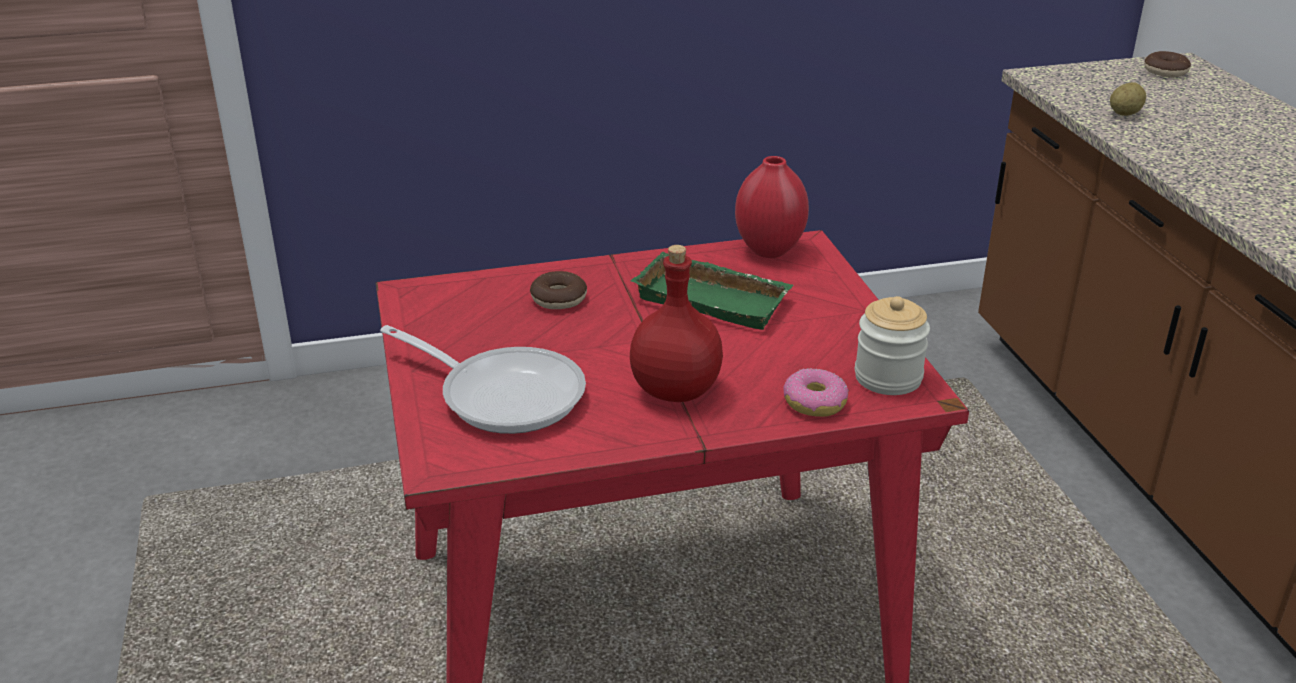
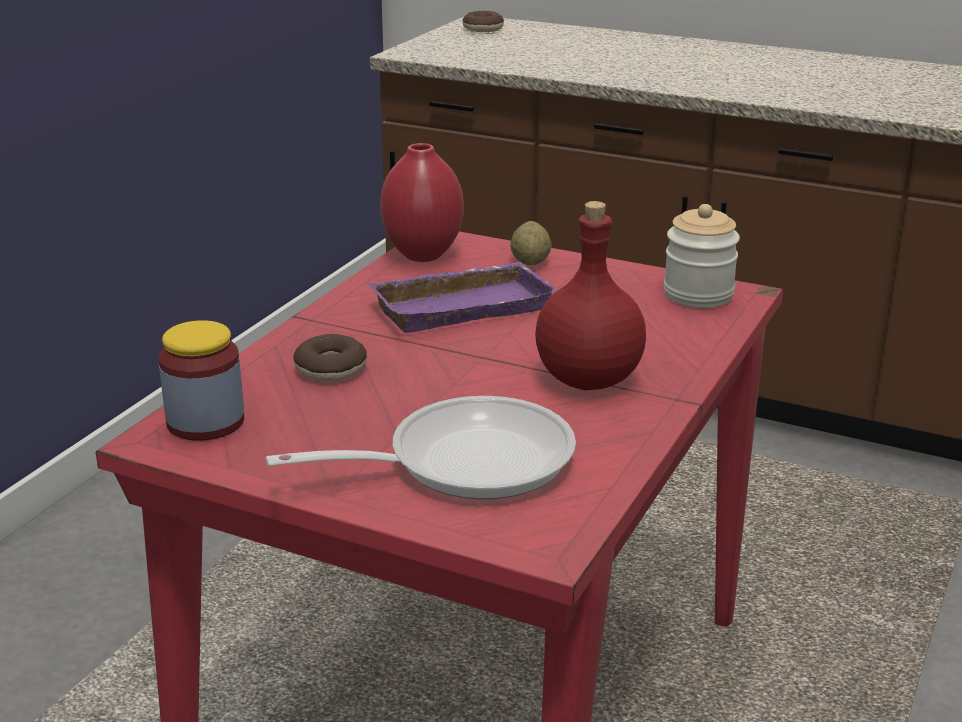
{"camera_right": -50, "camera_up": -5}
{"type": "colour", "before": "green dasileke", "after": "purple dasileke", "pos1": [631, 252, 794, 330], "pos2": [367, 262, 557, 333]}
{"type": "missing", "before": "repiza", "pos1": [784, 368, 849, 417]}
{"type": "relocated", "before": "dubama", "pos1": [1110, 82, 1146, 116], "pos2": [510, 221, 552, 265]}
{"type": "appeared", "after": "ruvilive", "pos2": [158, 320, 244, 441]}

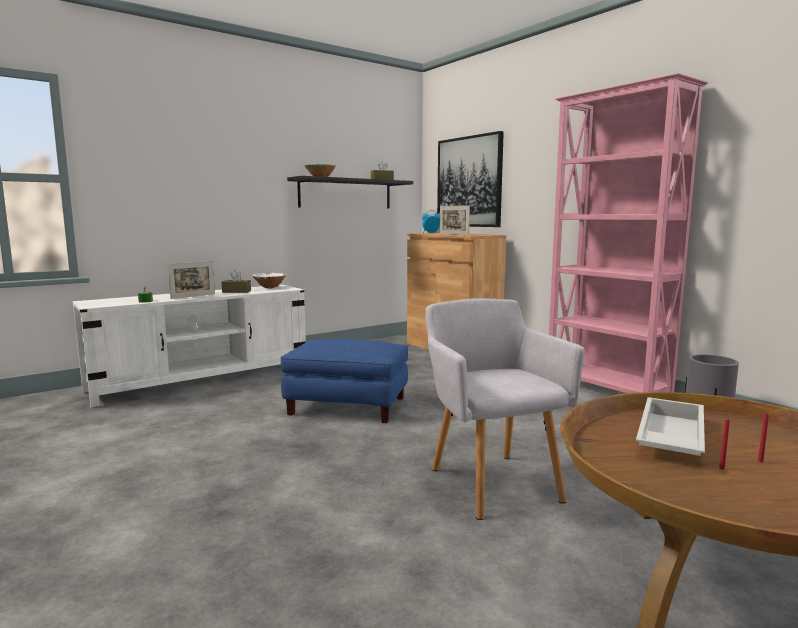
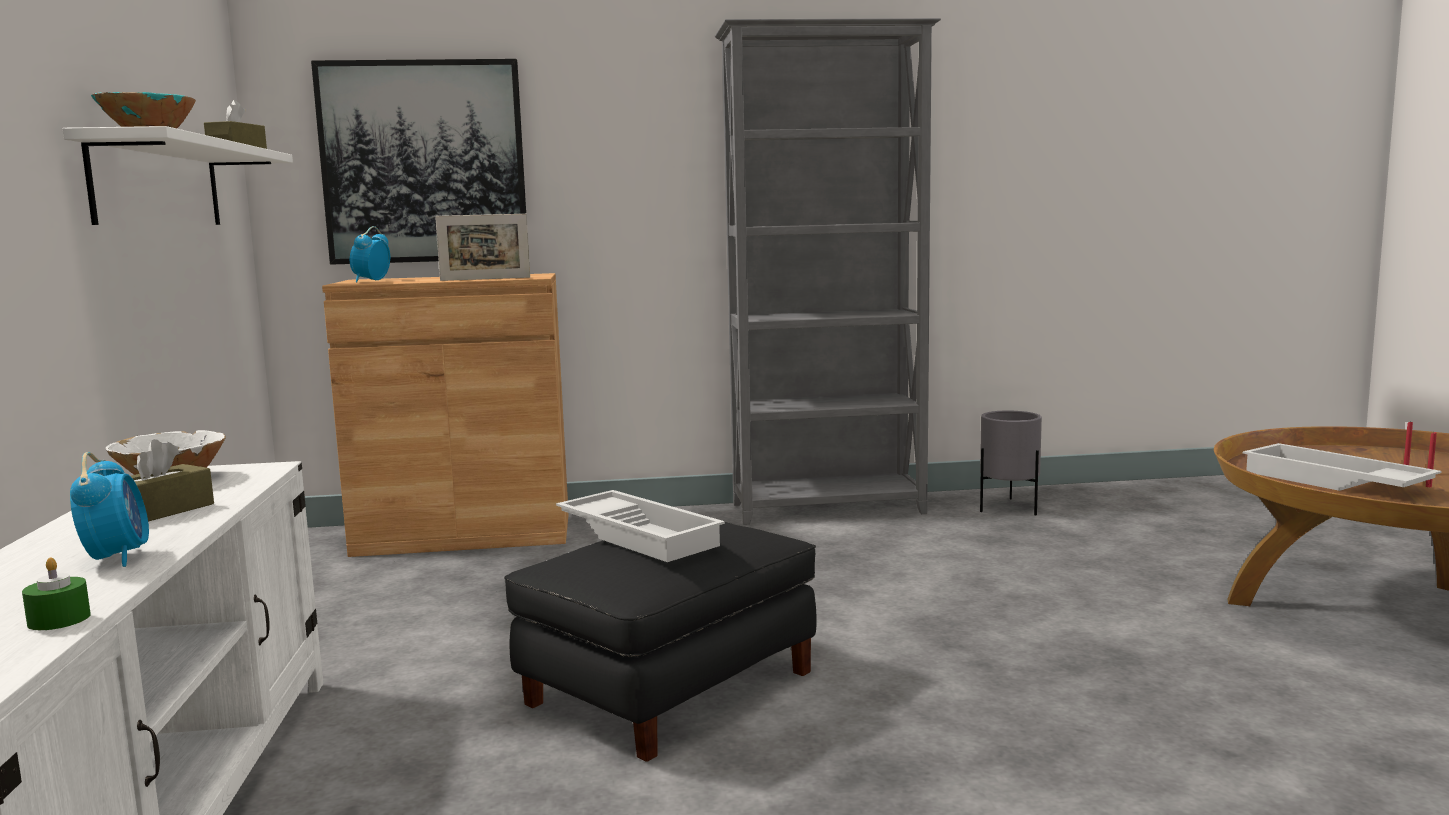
{"camera_right": -60, "camera_up": 0}
{"type": "exchanged", "before": "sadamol", "after": "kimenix", "pos1": [168, 261, 215, 299], "pos2": [70, 452, 149, 567]}
{"type": "colour", "before": "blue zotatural", "after": "black zotatural", "pos1": [280, 339, 408, 423], "pos2": [504, 522, 817, 762]}
{"type": "colour", "before": "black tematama", "after": "white tematama", "pos1": [287, 176, 413, 208], "pos2": [63, 126, 293, 225]}
{"type": "missing", "before": "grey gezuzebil", "pos1": [425, 298, 585, 520]}
{"type": "colour", "before": "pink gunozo", "after": "grey gunozo", "pos1": [549, 73, 708, 393], "pos2": [715, 18, 941, 525]}
{"type": "appeared", "after": "white dasileke", "pos2": [556, 490, 725, 562]}

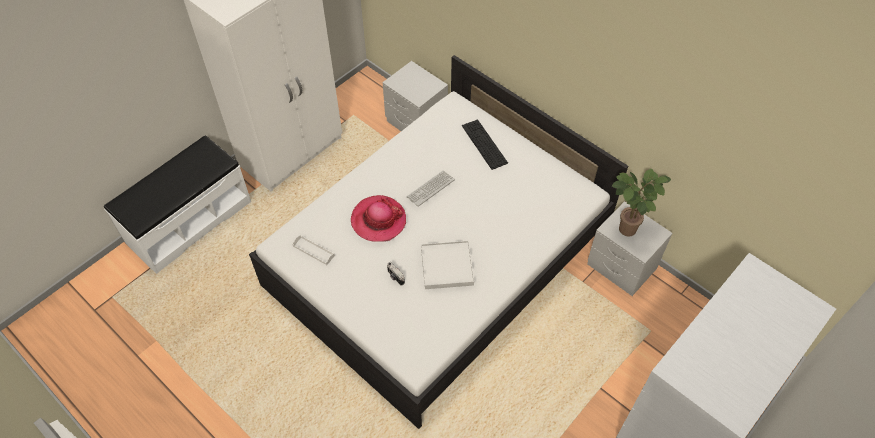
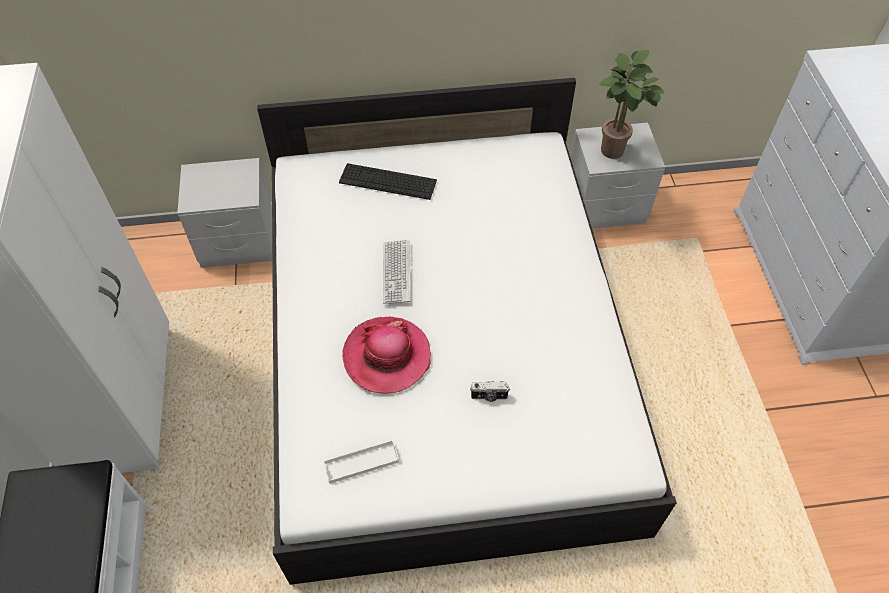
{"camera_right": -50, "camera_up": 0}
{"type": "missing", "before": "white dasileke", "pos1": [421, 241, 474, 289]}

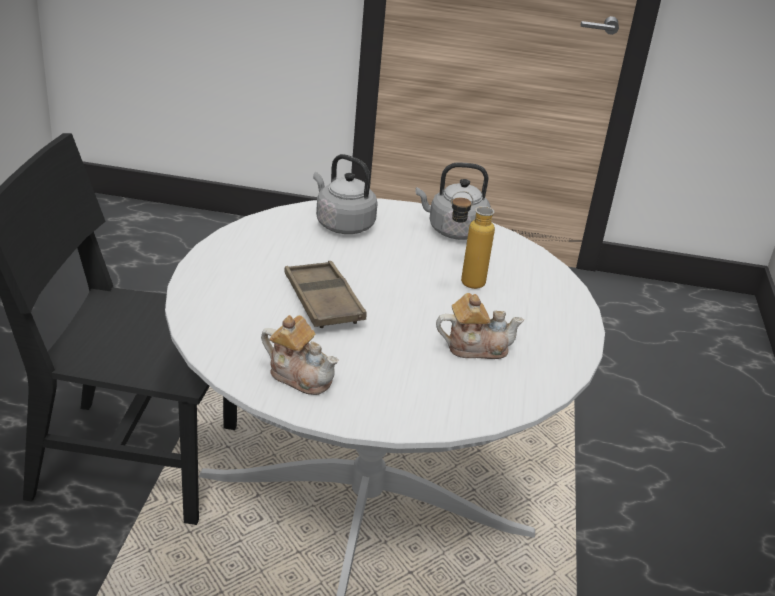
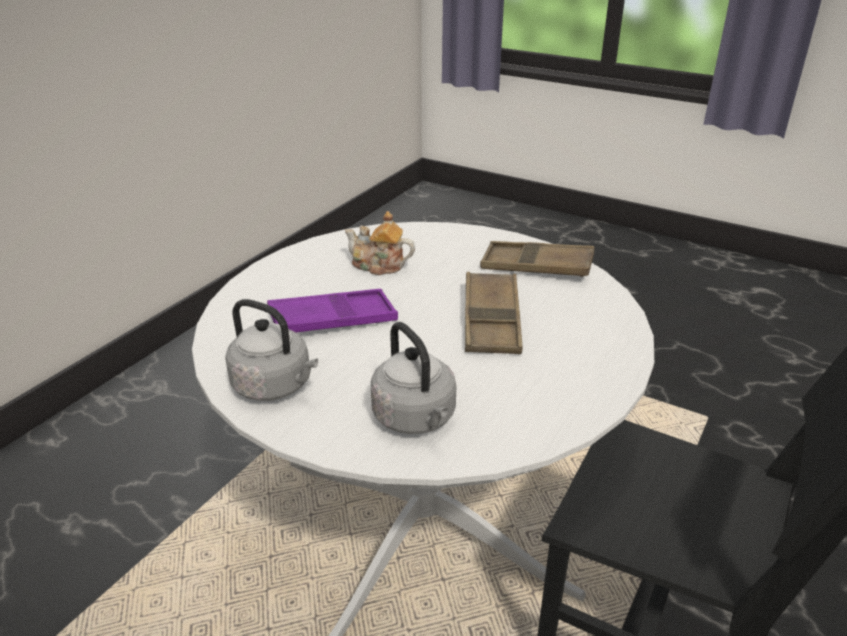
{"camera_right": -155, "camera_up": 0}
{"type": "exchanged", "before": "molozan", "after": "brown dasileke", "pos1": [261, 315, 339, 395], "pos2": [480, 241, 595, 277]}
{"type": "exchanged", "before": "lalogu", "after": "purple dasileke", "pos1": [451, 191, 495, 289], "pos2": [267, 289, 398, 332]}

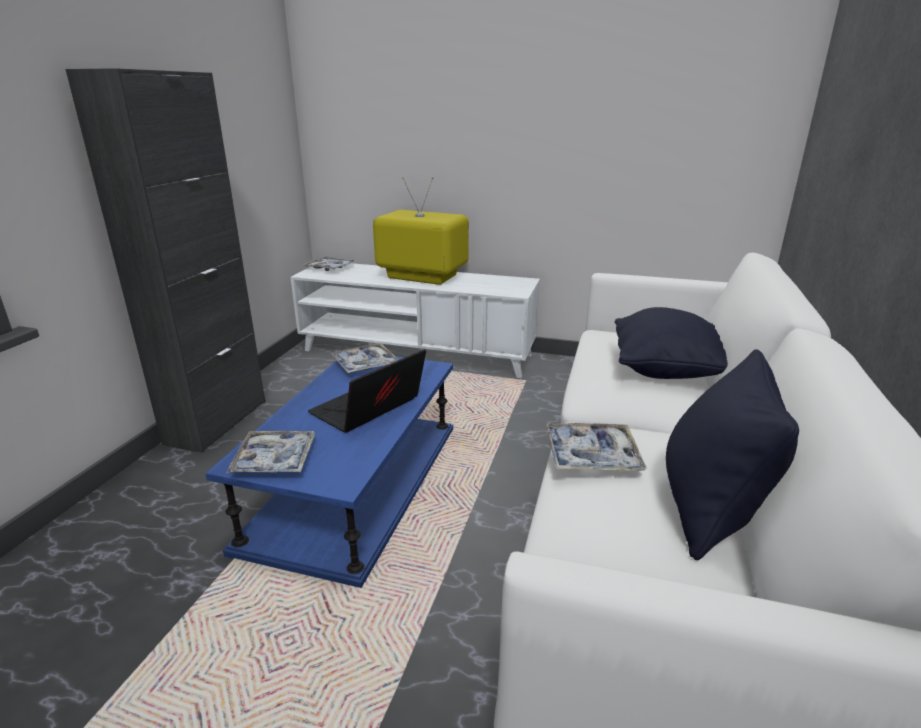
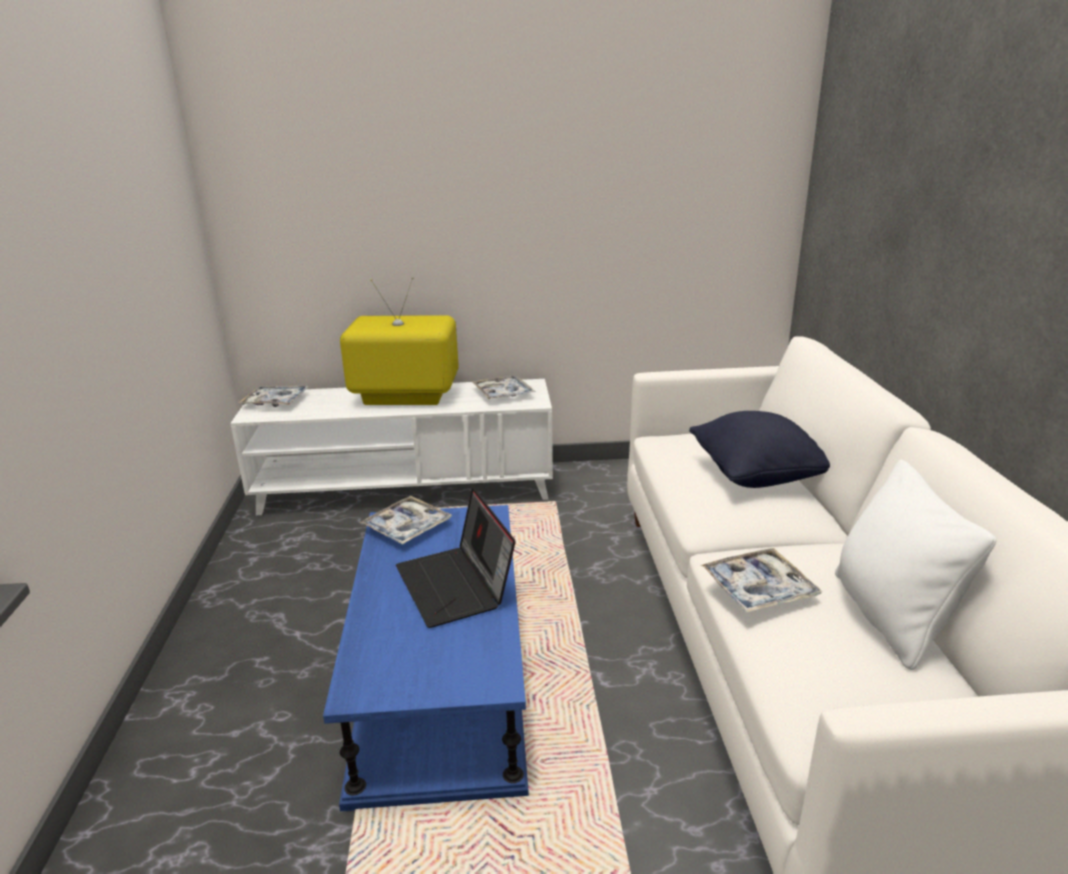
{"camera_right": -20, "camera_up": 0}
{"type": "missing", "before": "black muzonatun", "pos1": [66, 68, 265, 453]}
{"type": "relocated", "before": "dasileke", "pos1": [226, 431, 315, 473], "pos2": [472, 375, 536, 400]}
{"type": "spun", "before": "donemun", "pos1": [308, 349, 426, 433], "pos2": [396, 488, 516, 628], "turn": -45}
{"type": "colour", "before": "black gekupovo", "after": "white gekupovo", "pos1": [666, 349, 799, 560], "pos2": [835, 460, 996, 670]}

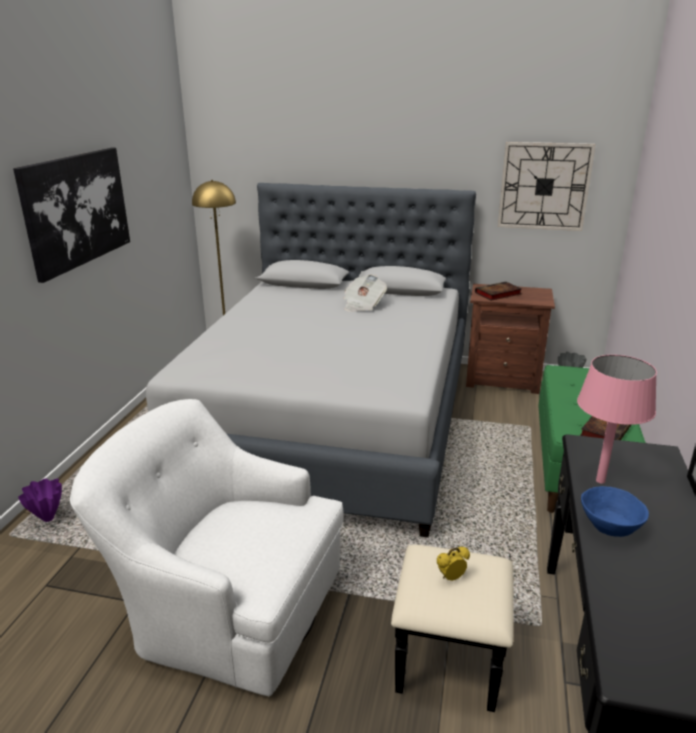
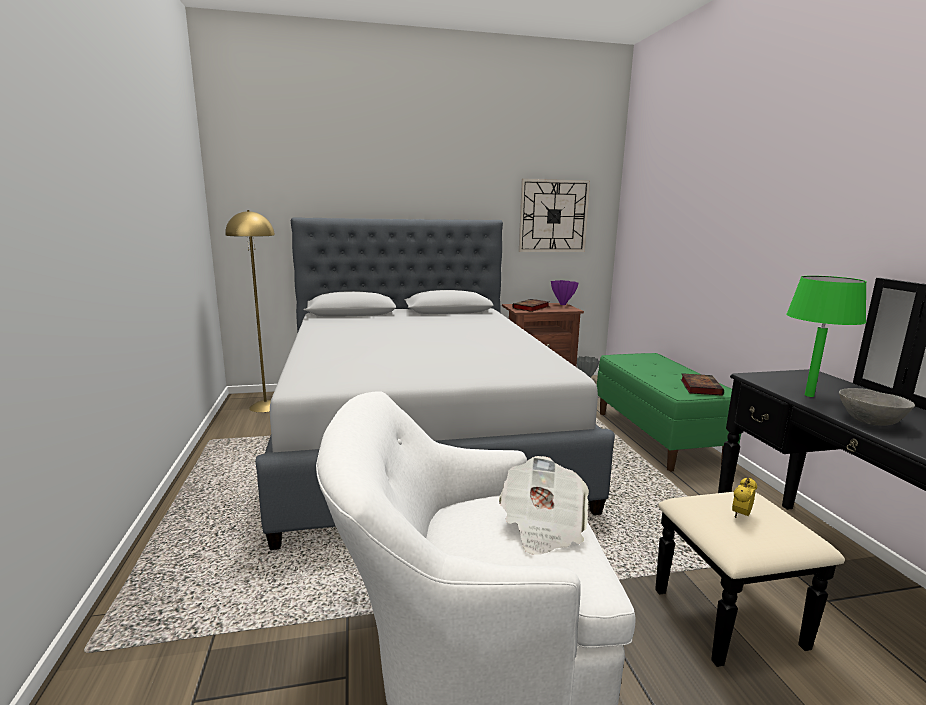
{"camera_right": -25, "camera_up": -10}
{"type": "missing", "before": "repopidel", "pos1": [13, 147, 130, 283]}
{"type": "relocated", "before": "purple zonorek", "pos1": [18, 479, 62, 522], "pos2": [551, 280, 578, 305]}
{"type": "relocated", "before": "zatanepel", "pos1": [343, 274, 387, 312], "pos2": [499, 456, 589, 555]}
{"type": "colour", "before": "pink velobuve", "after": "green velobuve", "pos1": [577, 355, 657, 484], "pos2": [786, 276, 867, 397]}
{"type": "colour", "before": "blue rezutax", "after": "grey rezutax", "pos1": [581, 486, 649, 537], "pos2": [839, 388, 915, 426]}

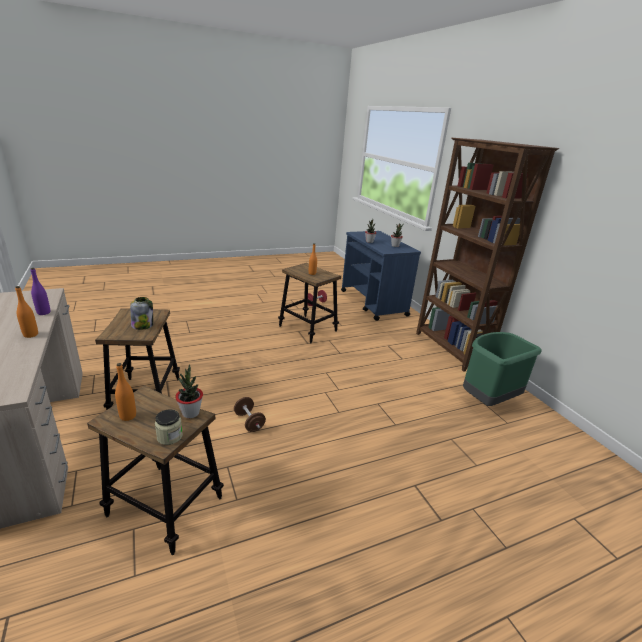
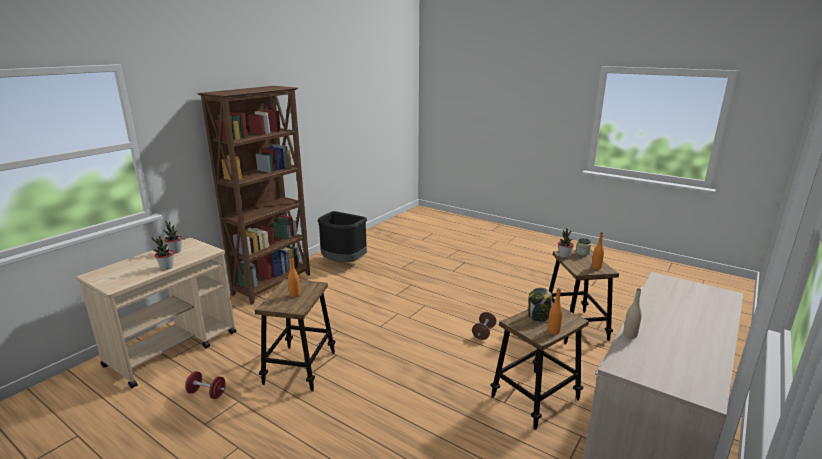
{"camera_right": -120, "camera_up": -5}
{"type": "relocated", "before": "orange lalogu", "pos1": [15, 286, 38, 338], "pos2": [548, 289, 563, 335]}
{"type": "colour", "before": "purple lalogu", "after": "beige lalogu", "pos1": [30, 268, 50, 315], "pos2": [623, 288, 642, 339]}
{"type": "colour", "before": "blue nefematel", "after": "beige nefematel", "pos1": [341, 231, 421, 321], "pos2": [77, 238, 236, 388]}
{"type": "colour", "before": "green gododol", "after": "black gododol", "pos1": [463, 332, 542, 406], "pos2": [317, 211, 367, 262]}

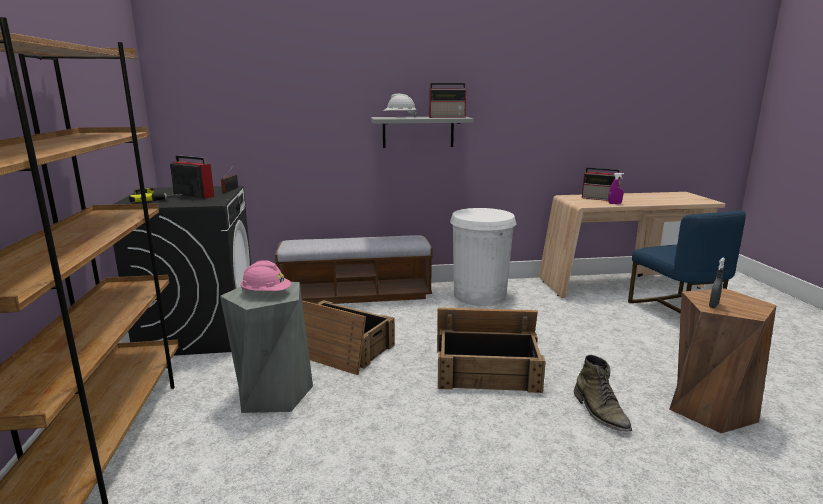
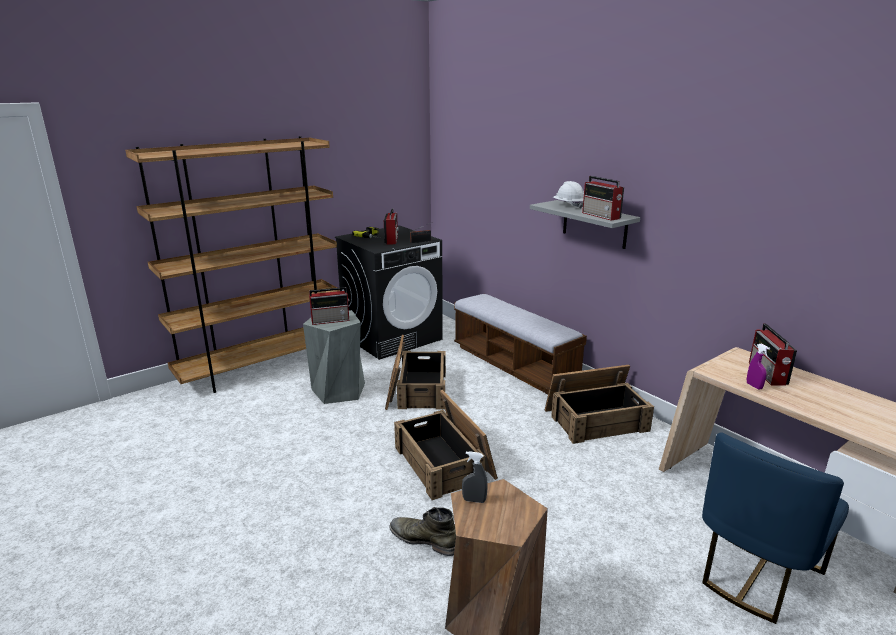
{"camera_right": 60, "camera_up": 5}
{"type": "exchanged", "before": "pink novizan", "after": "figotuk", "pos1": [241, 260, 291, 292], "pos2": [309, 287, 350, 325]}
{"type": "exchanged", "before": "white gododol", "after": "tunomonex", "pos1": [450, 208, 516, 306], "pos2": [545, 365, 654, 444]}
{"type": "spun", "before": "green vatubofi", "pos1": [574, 355, 632, 432], "pos2": [389, 507, 456, 556], "turn": 75}

